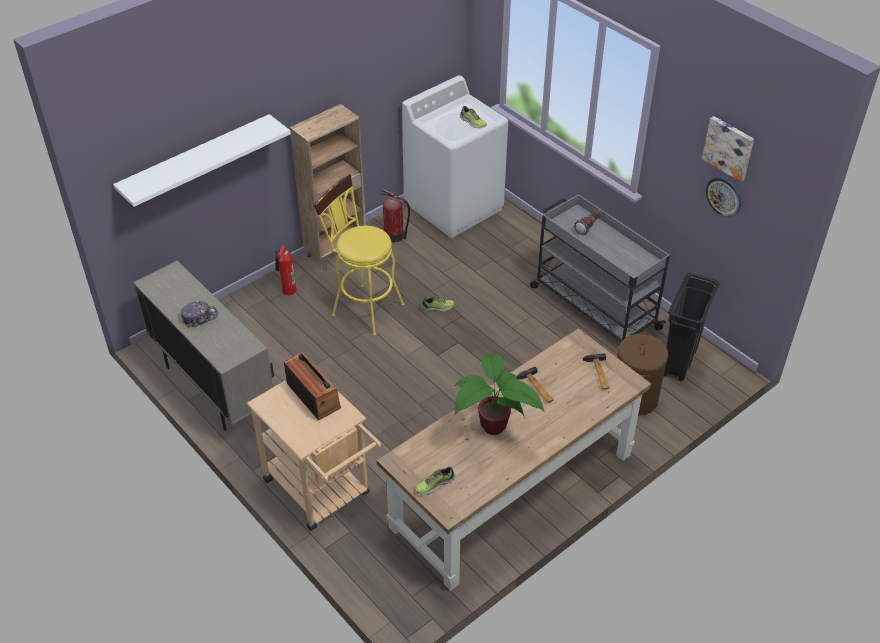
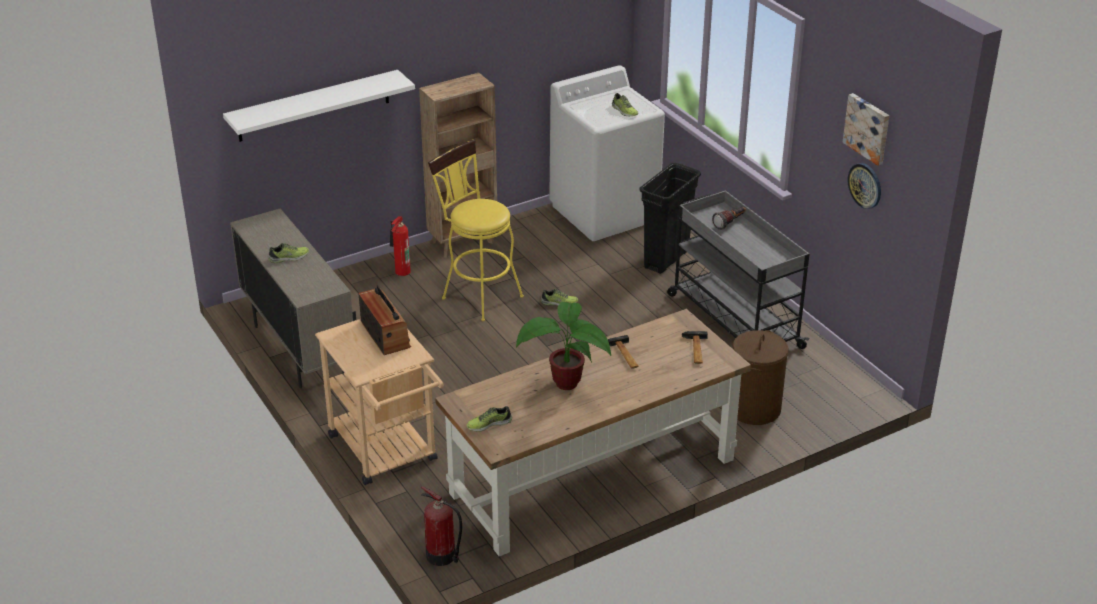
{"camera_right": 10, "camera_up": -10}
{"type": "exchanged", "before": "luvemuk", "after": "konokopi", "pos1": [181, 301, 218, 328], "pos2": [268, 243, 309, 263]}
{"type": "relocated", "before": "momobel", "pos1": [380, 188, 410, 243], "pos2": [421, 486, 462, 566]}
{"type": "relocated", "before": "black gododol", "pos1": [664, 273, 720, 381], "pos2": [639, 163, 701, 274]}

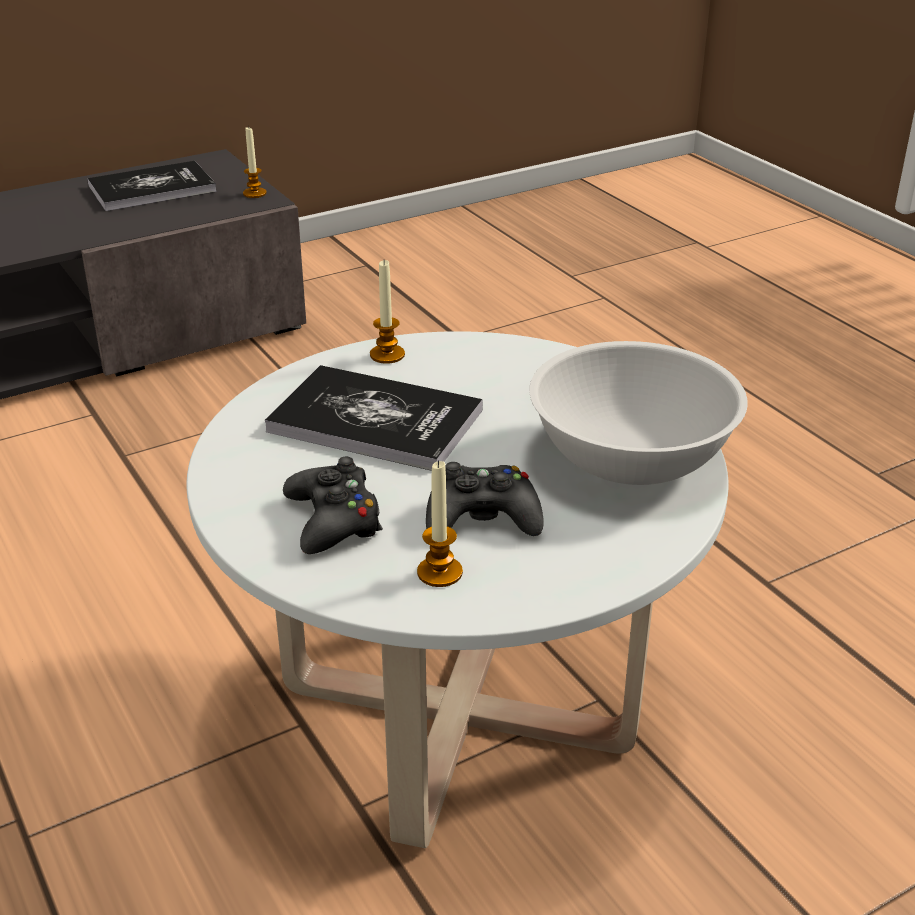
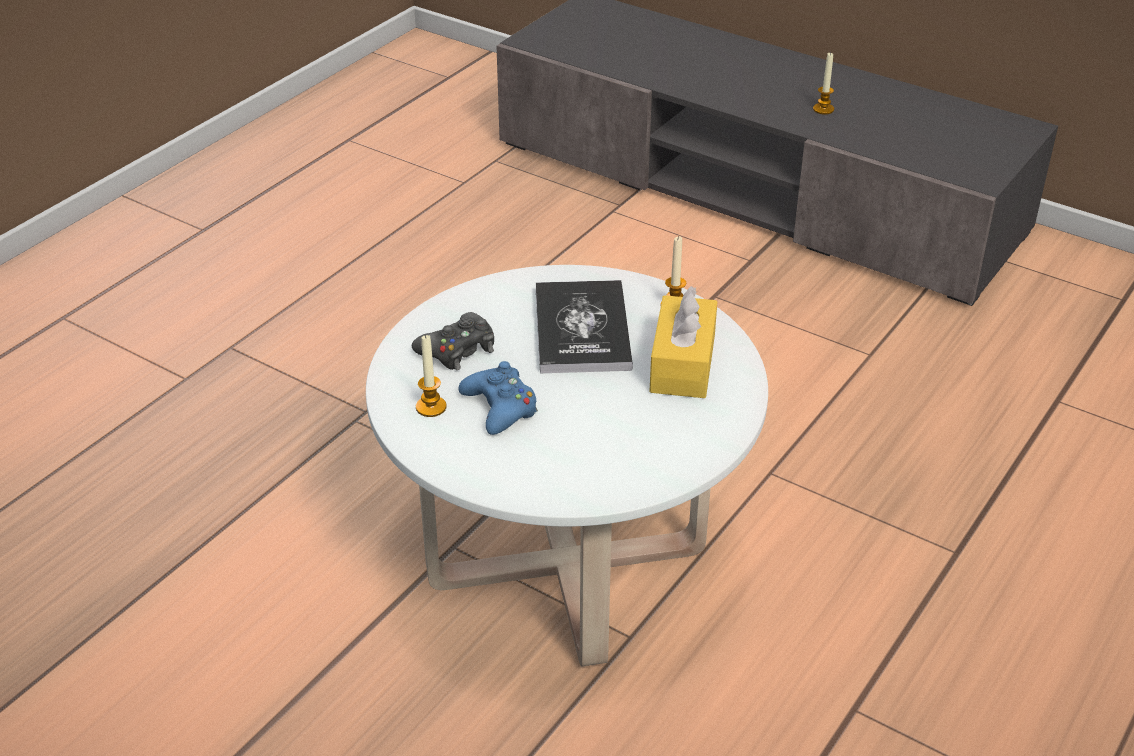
{"camera_right": 65, "camera_up": 5}
{"type": "missing", "before": "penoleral", "pos1": [87, 161, 217, 211]}
{"type": "relocated", "before": "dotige", "pos1": [243, 126, 267, 198], "pos2": [813, 52, 834, 115]}
{"type": "colour", "before": "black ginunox", "after": "blue ginunox", "pos1": [426, 462, 544, 536], "pos2": [458, 361, 538, 435]}
{"type": "missing", "before": "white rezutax", "pos1": [529, 341, 748, 485]}
{"type": "appeared", "after": "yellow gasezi", "pos2": [649, 286, 718, 398]}

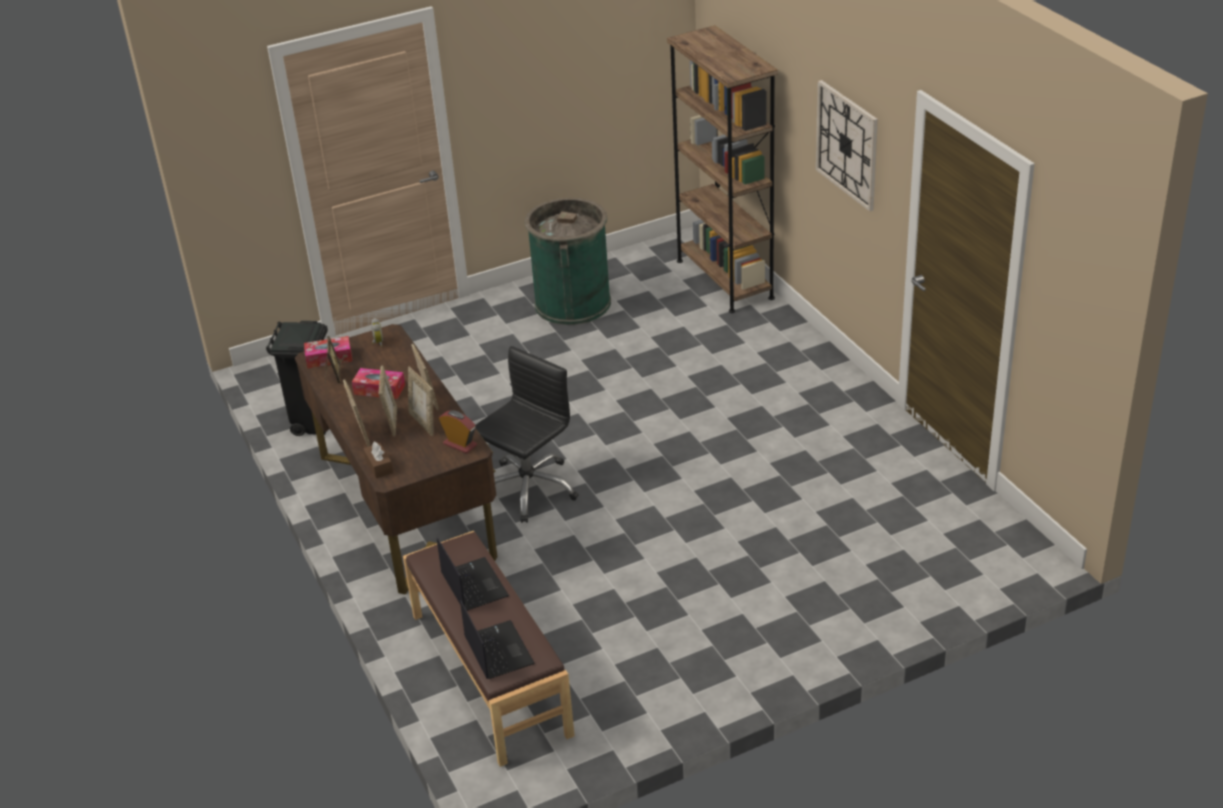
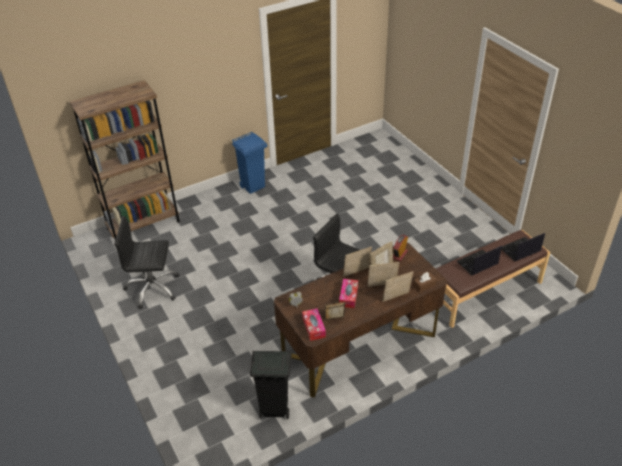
{"camera_right": -95, "camera_up": 5}
{"type": "exchanged", "before": "green gododol", "after": "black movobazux", "pos1": [525, 198, 611, 325], "pos2": [114, 216, 179, 309]}
{"type": "missing", "before": "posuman", "pos1": [816, 80, 878, 211]}
{"type": "appeared", "after": "blue gododol", "pos2": [232, 132, 268, 194]}

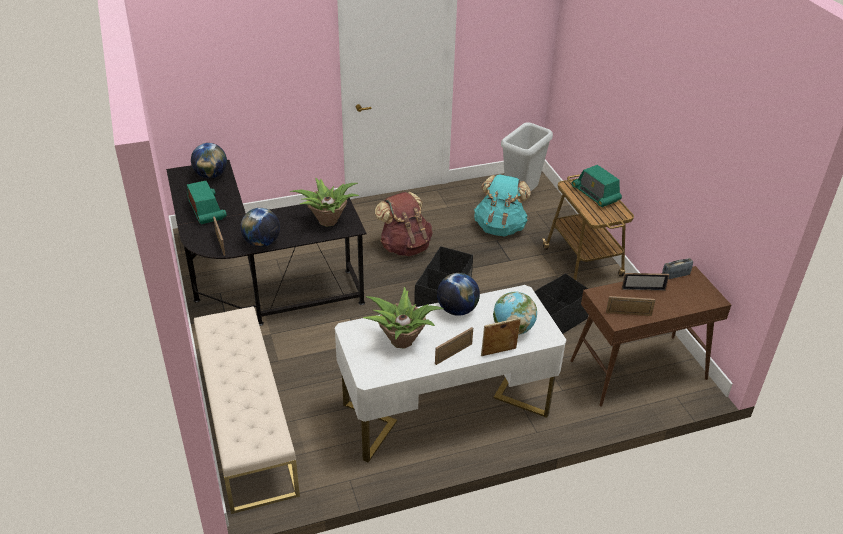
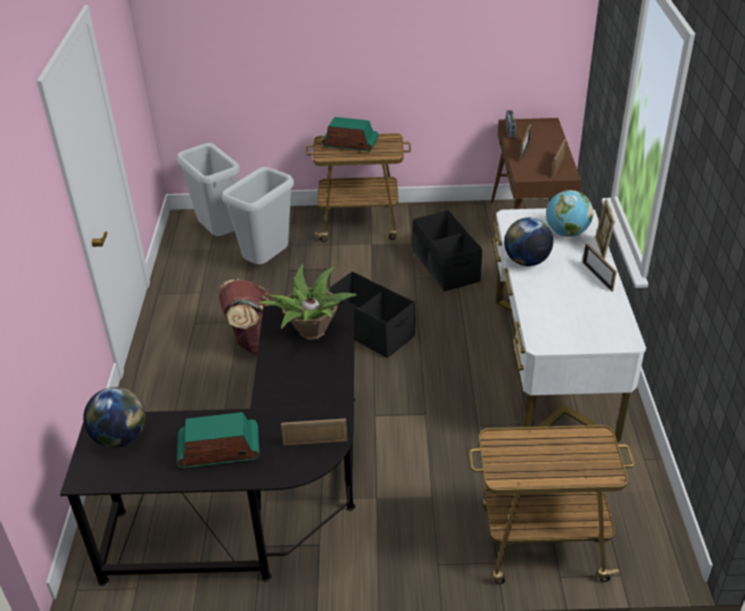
{"camera_right": -70, "camera_up": 0}
{"type": "exchanged", "before": "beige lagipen", "after": "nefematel", "pos1": [194, 306, 300, 514], "pos2": [469, 425, 635, 584]}
{"type": "missing", "before": "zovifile", "pos1": [240, 208, 280, 247]}
{"type": "missing", "before": "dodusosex", "pos1": [363, 287, 444, 349]}
{"type": "exchanged", "before": "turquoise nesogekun", "after": "grey gododol", "pos1": [474, 175, 531, 237], "pos2": [222, 167, 294, 264]}
{"type": "spun", "before": "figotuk", "pos1": [572, 165, 622, 207], "pos2": [322, 117, 379, 153], "turn": -150}

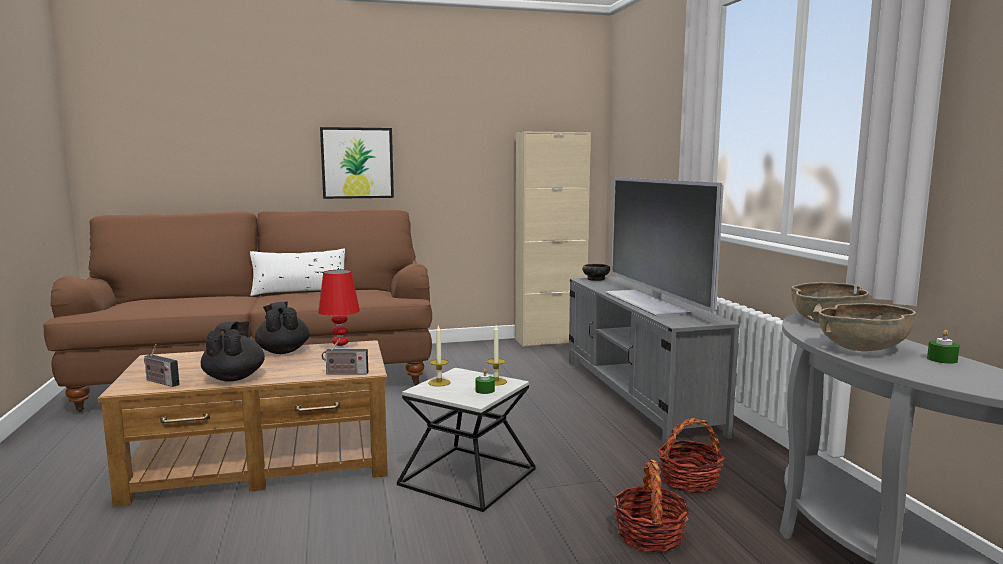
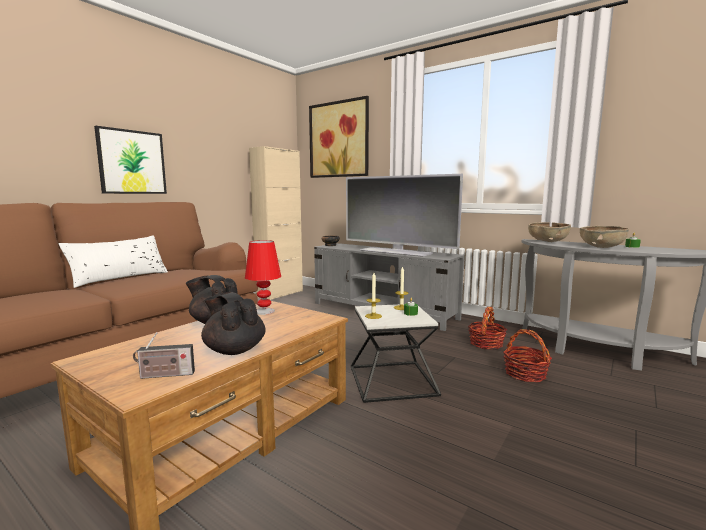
{"camera_right": -40, "camera_up": 0}
{"type": "missing", "before": "figotuk", "pos1": [322, 337, 368, 375]}
{"type": "appeared", "after": "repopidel", "pos2": [309, 96, 369, 178]}

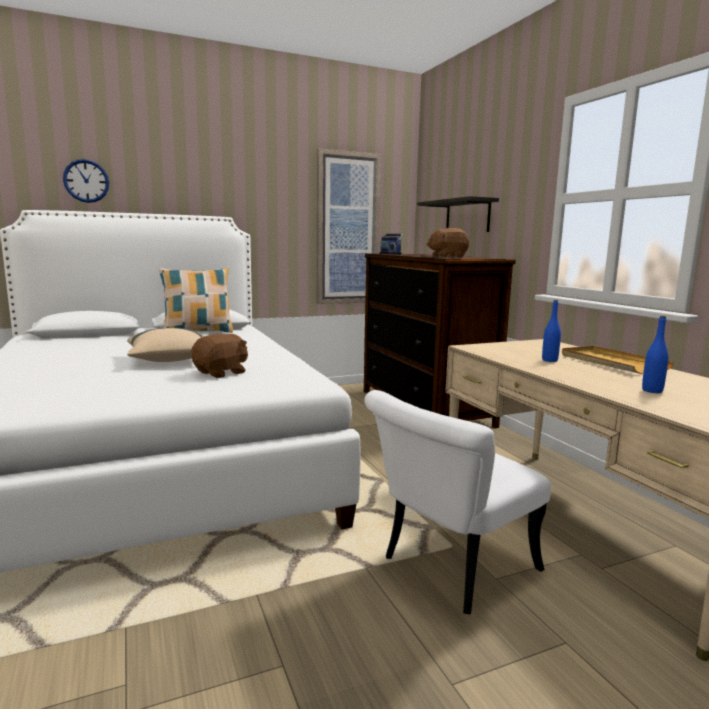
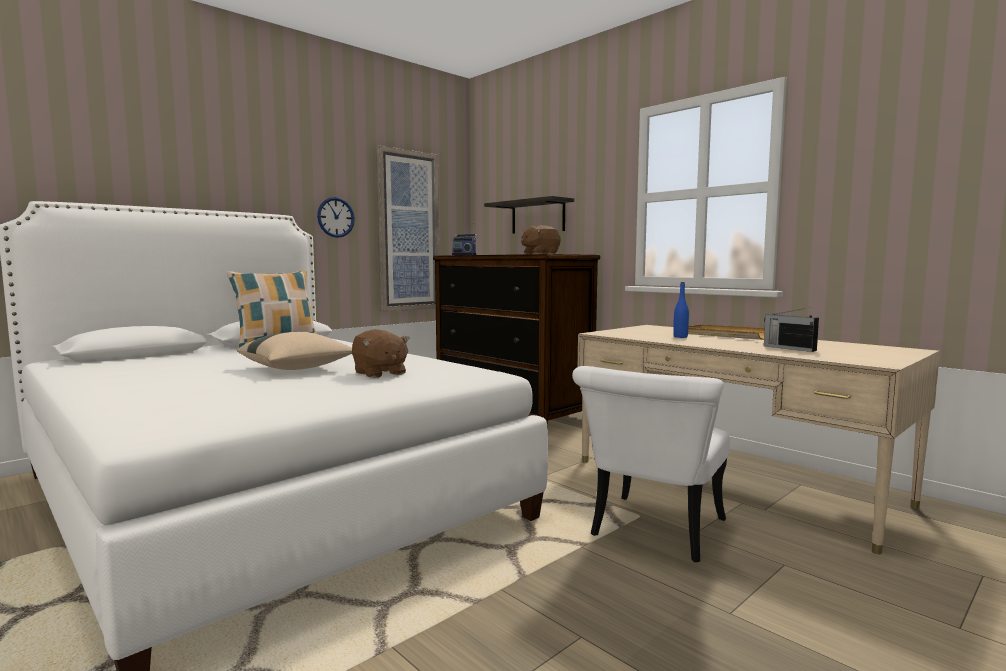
{"camera_right": -20, "camera_up": -5}
{"type": "relocated", "before": "posuman", "pos1": [63, 159, 109, 203], "pos2": [317, 197, 355, 238]}
{"type": "spun", "before": "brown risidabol", "pos1": [191, 334, 248, 378], "pos2": [352, 329, 410, 378], "turn": 120}
{"type": "exchanged", "before": "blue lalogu", "after": "figotuk", "pos1": [642, 316, 668, 393], "pos2": [764, 308, 819, 352]}

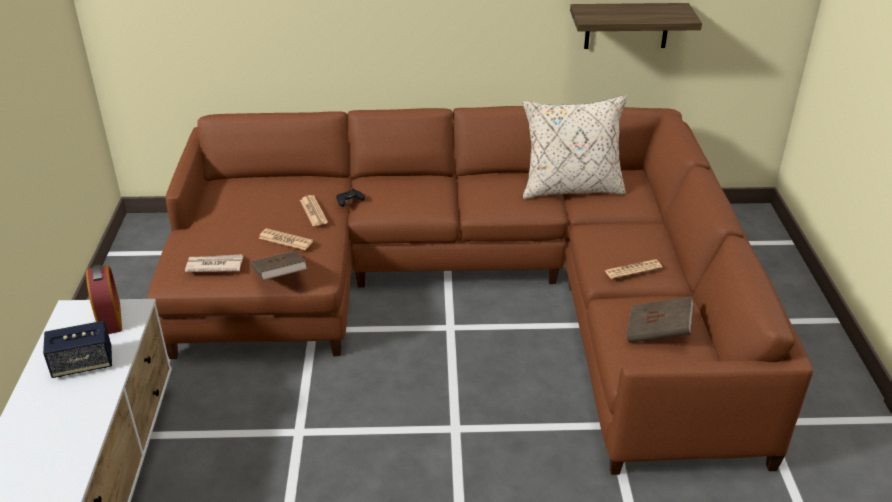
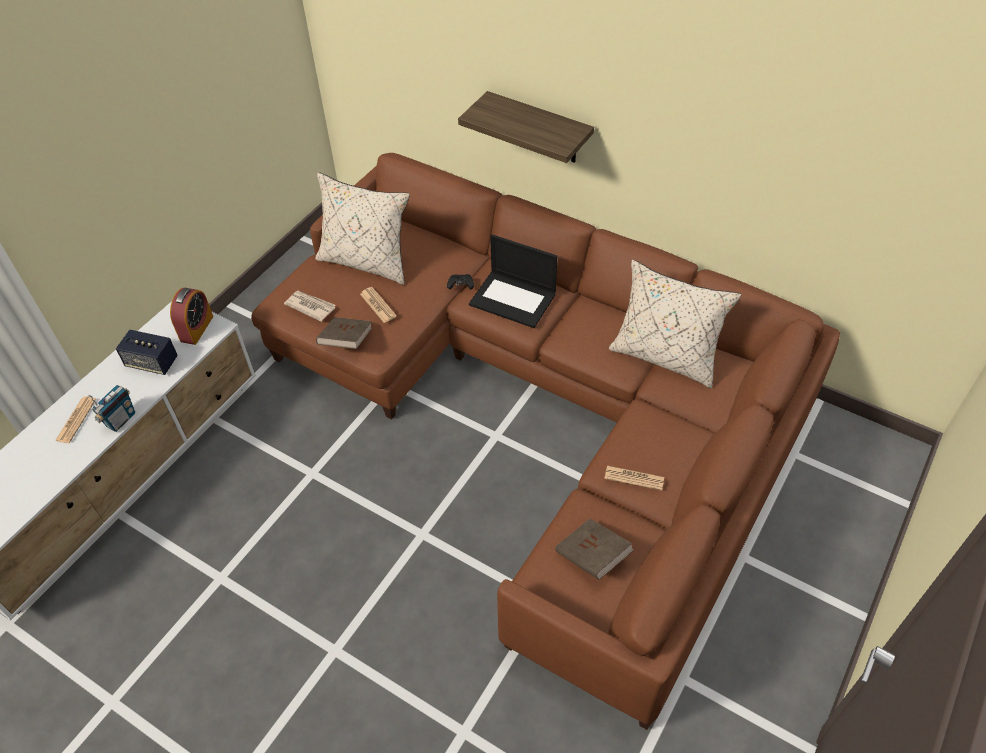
{"camera_right": 35, "camera_up": 15}
{"type": "relocated", "before": "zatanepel", "pos1": [300, 195, 328, 226], "pos2": [55, 396, 96, 443]}
{"type": "relocated", "before": "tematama", "pos1": [570, 3, 702, 49], "pos2": [458, 91, 594, 163]}
{"type": "appeared", "after": "figotuk", "pos2": [87, 385, 135, 432]}
{"type": "appeared", "after": "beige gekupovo", "pos2": [316, 172, 410, 285]}
{"type": "appeared", "after": "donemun", "pos2": [469, 235, 557, 328]}

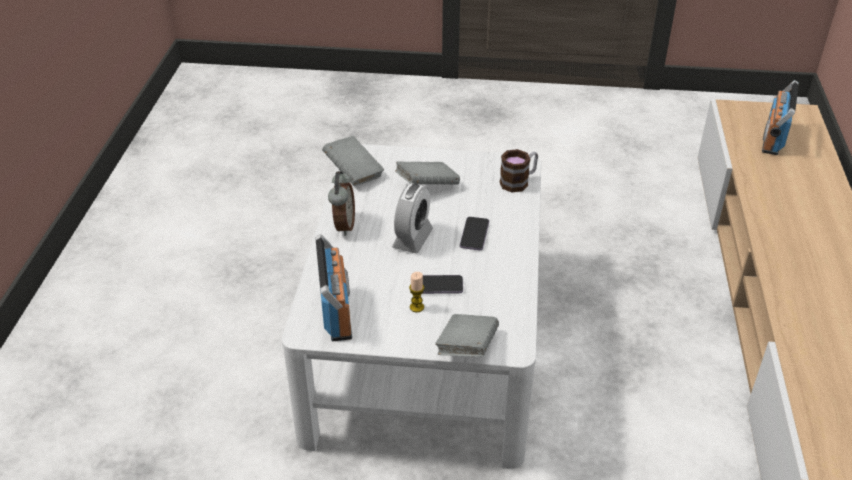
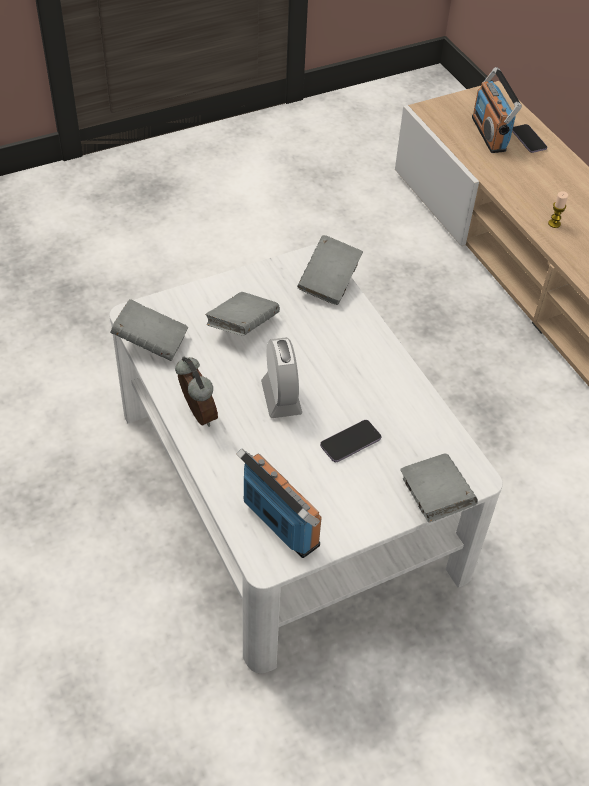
{"camera_right": -35, "camera_up": 10}
{"type": "relocated", "before": "dotige", "pos1": [409, 272, 424, 312], "pos2": [548, 191, 568, 228]}
{"type": "relocated", "before": "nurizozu", "pos1": [460, 217, 489, 250], "pos2": [512, 124, 547, 153]}
{"type": "exchanged", "before": "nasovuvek", "after": "grey penoleral", "pos1": [500, 149, 538, 192], "pos2": [297, 235, 363, 305]}

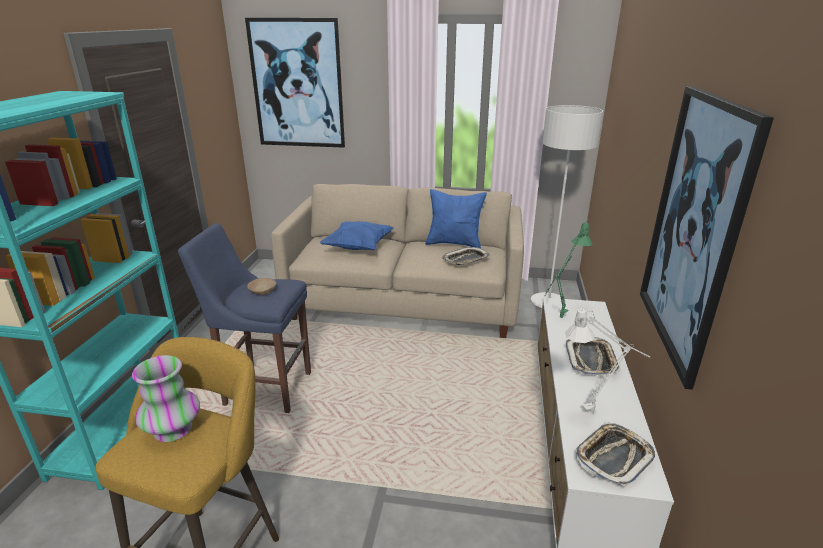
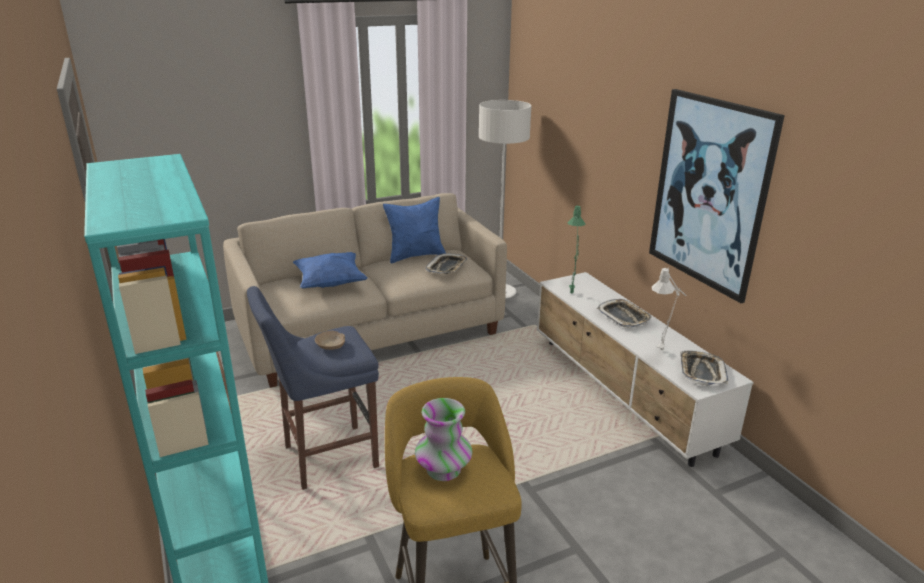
{"camera_right": -35, "camera_up": 0}
{"type": "missing", "before": "repopidel", "pos1": [245, 18, 345, 148]}

